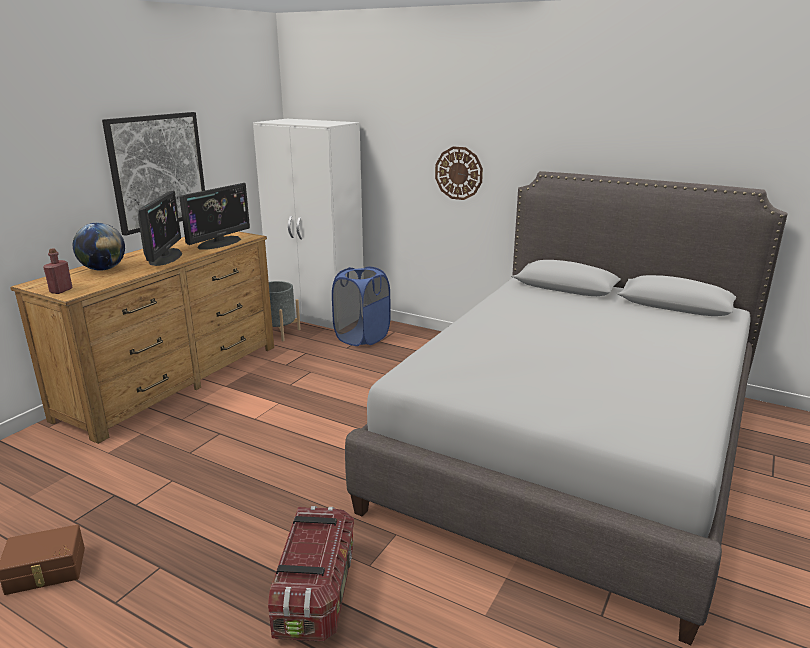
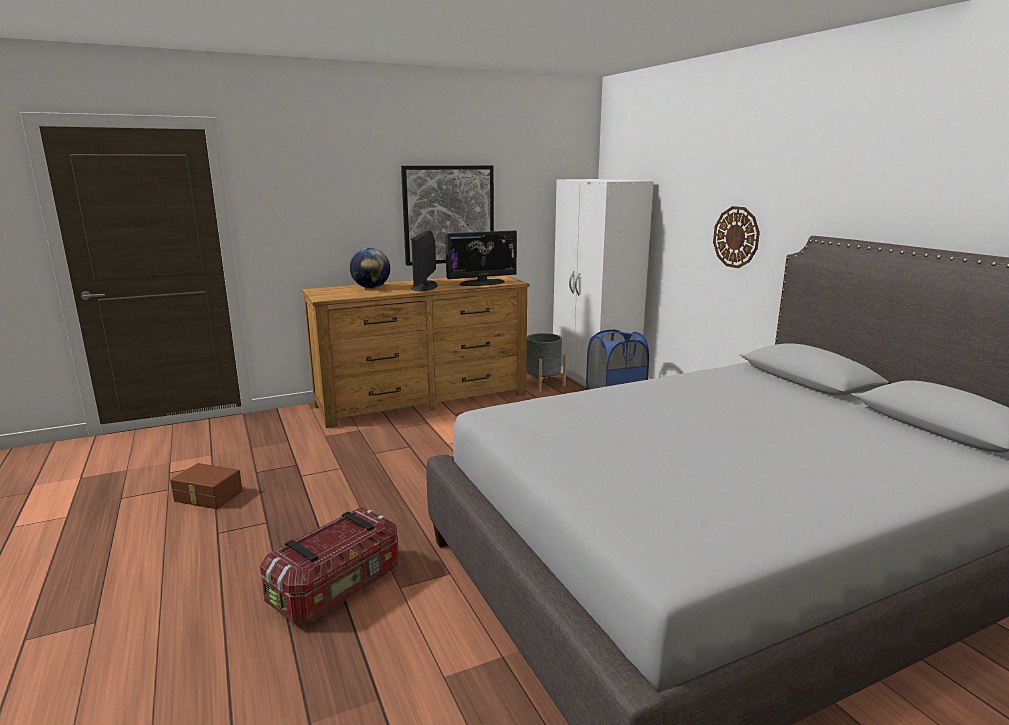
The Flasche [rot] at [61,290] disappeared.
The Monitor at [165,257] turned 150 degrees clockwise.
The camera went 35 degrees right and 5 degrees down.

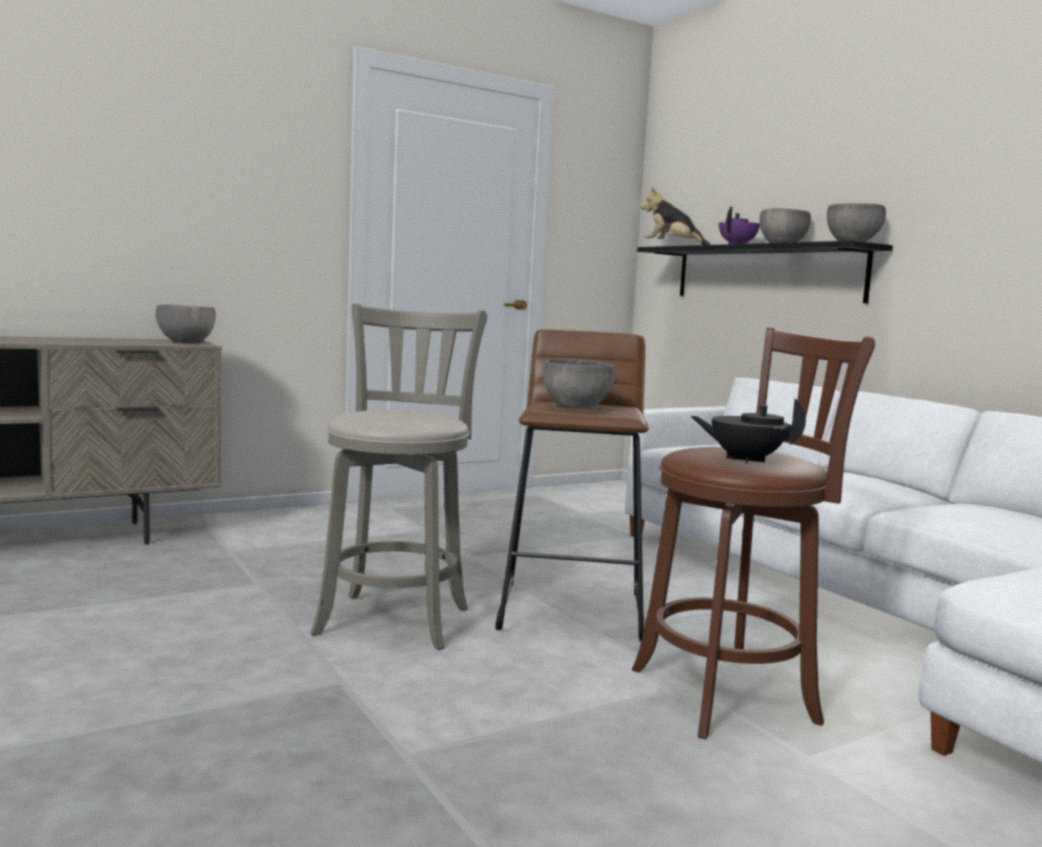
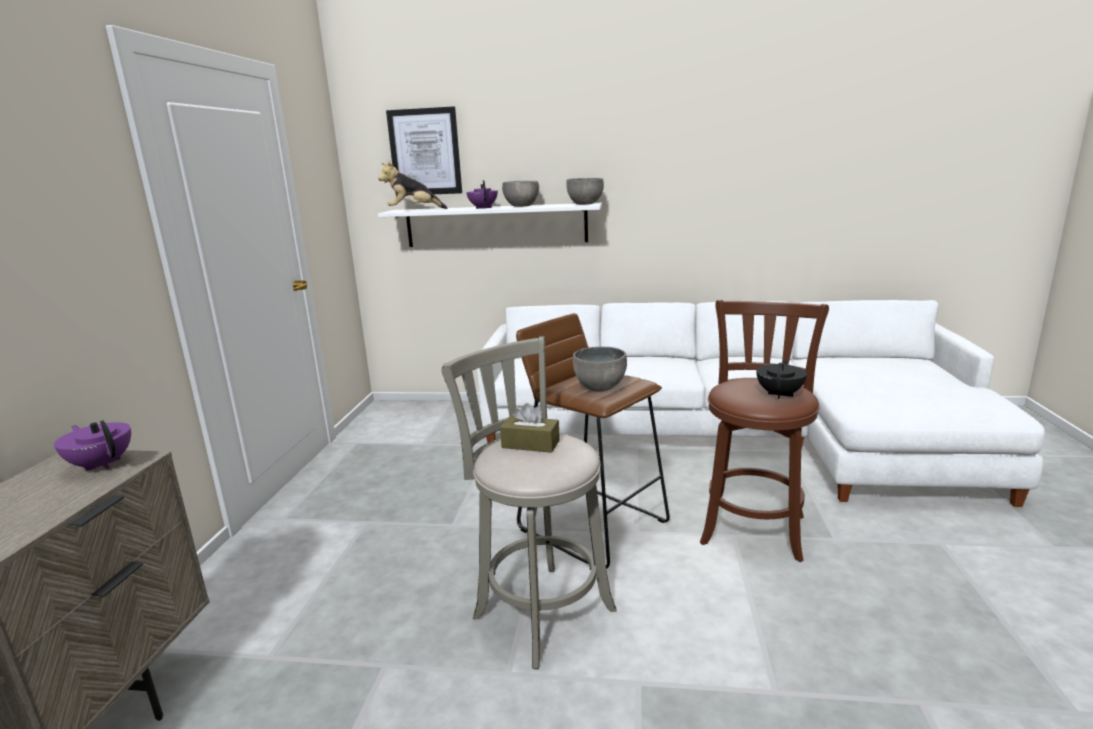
The Bild at [425,152] appeared.
The Taschentuchbox [braun] at [530,444] appeared.
The Schüssel [grau] at [187,342] was replaced by the Teekanne [lila] at [102,464].
The Wandregal [schwarz] at [765,273] became the Wandregal [weiß] at [496,225].
The Teekanne [schwarz] at [745,460] turned 150 degrees clockwise.
The camera went 50 degrees left and 10 degrees up.

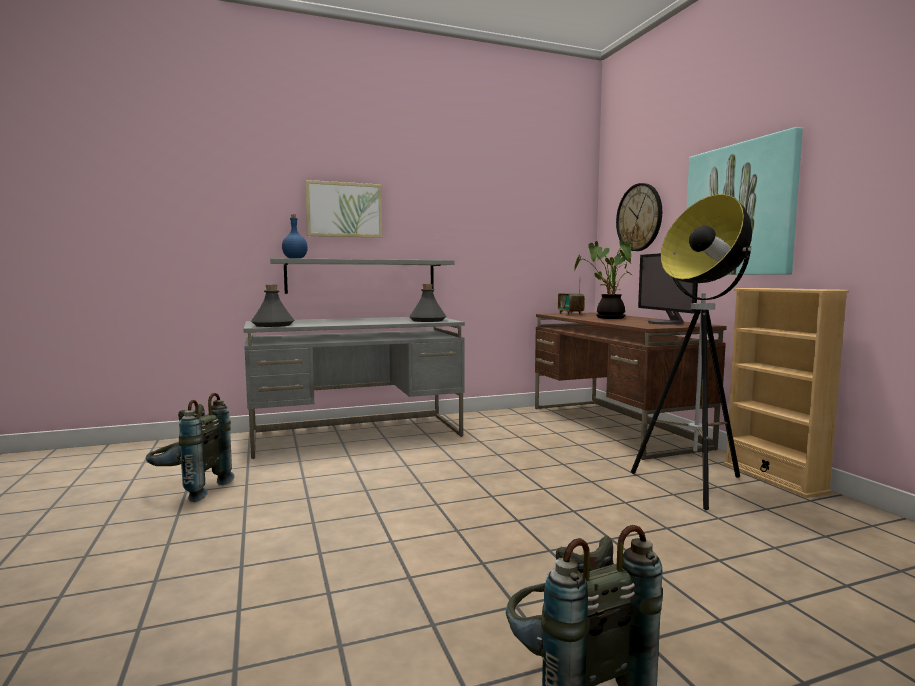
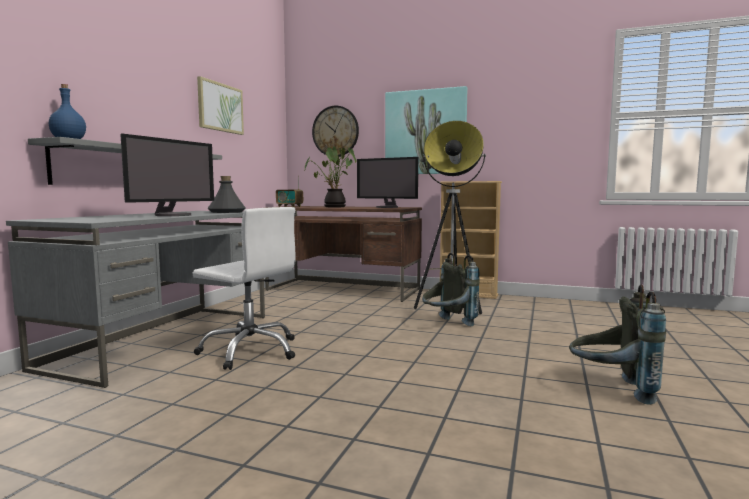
The Flasche [grau] at [273,325] disappeared.
The Monitor at [173,215] appeared.
The Bürostuhl [weiß] at [250,351] appeared.
The Rucksack [grau] moved from [189,490] to [447,325].
The Bild moved from [344,210] to [220,107].
The camera went 50 degrees left and 0 degrees up.

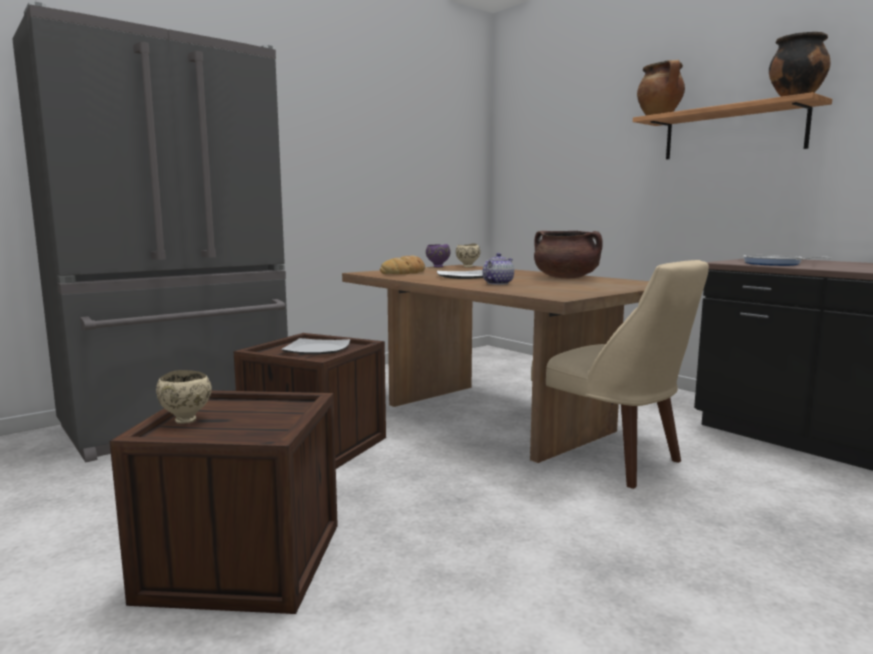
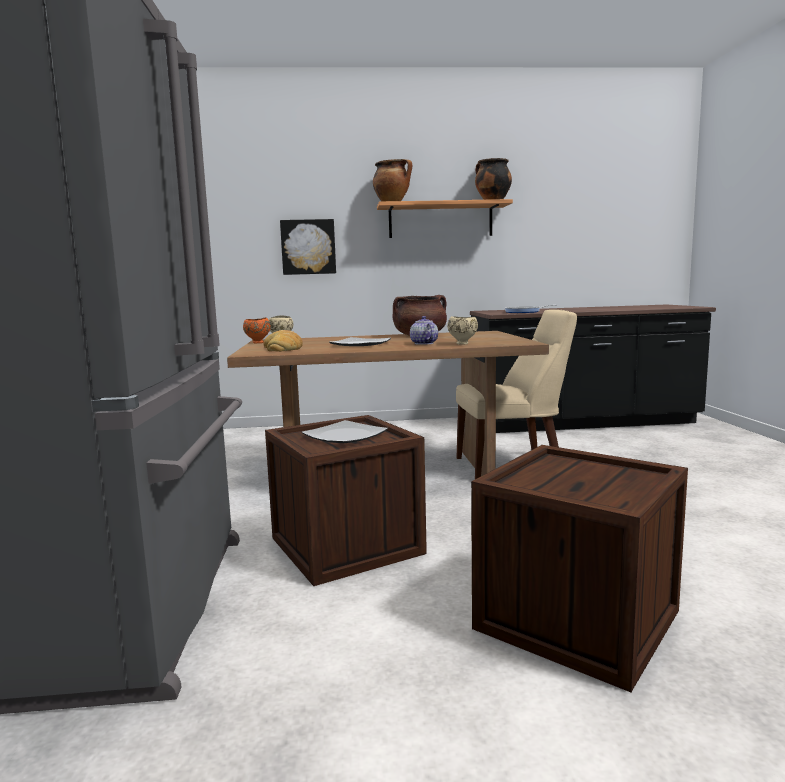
The Bild at [308,247] appeared.
The Schüssel [beige] moved from [187,420] to [463,343].
The Schüssel [lila] at [437,267] became the Schüssel [orange] at [257,343].
The camera went 55 degrees left and 0 degrees up.

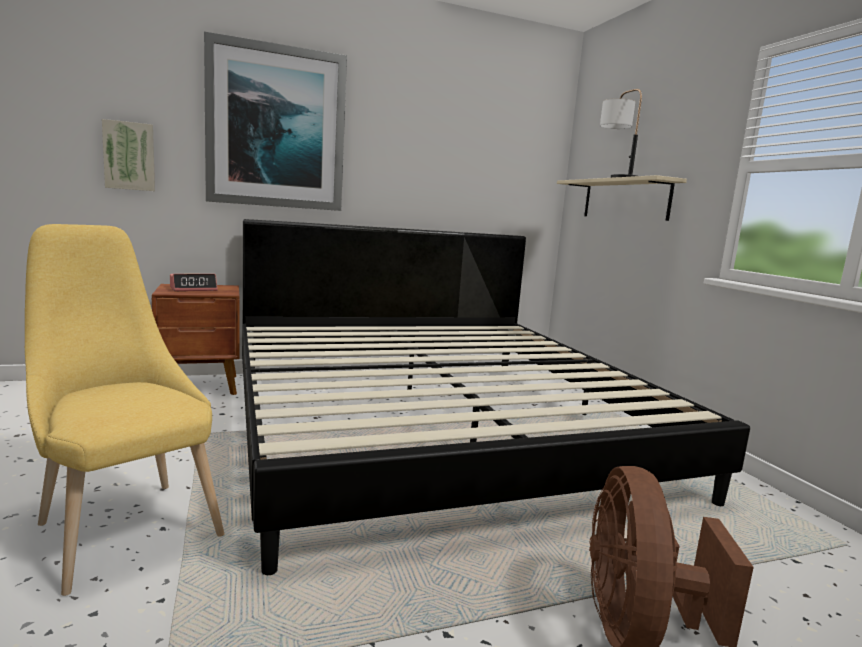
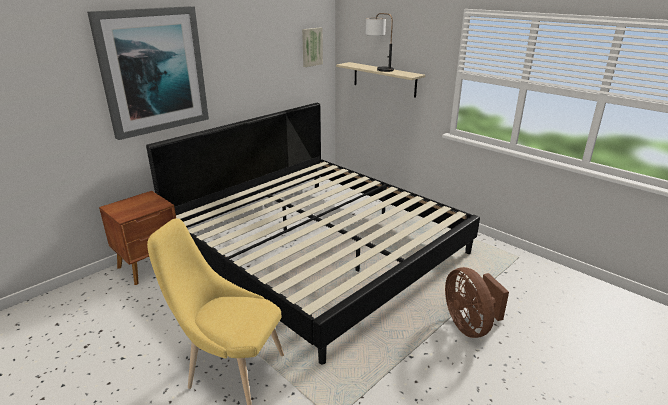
The Wecker at [193,289] disappeared.
The Bild moved from [129,156] to [311,47].
The camera went 25 degrees left and 15 degrees up.

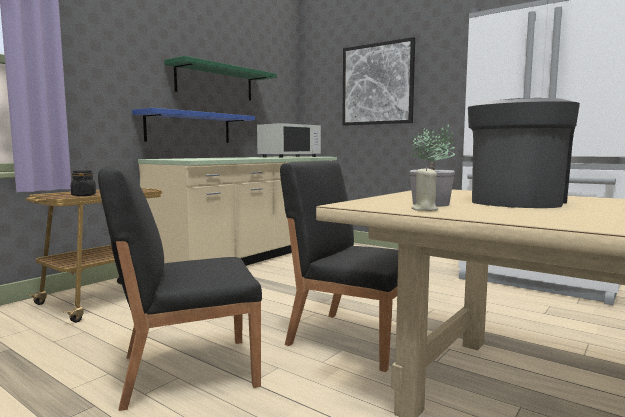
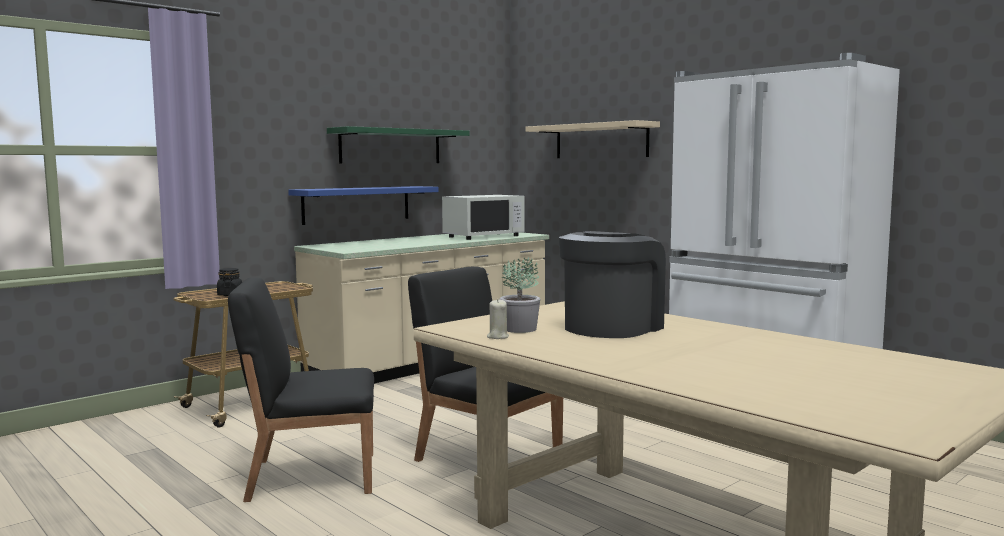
The Bild at [377,84] was replaced by the Wandregal [beige] at [601,141].
The camera went 10 degrees right and 0 degrees up.

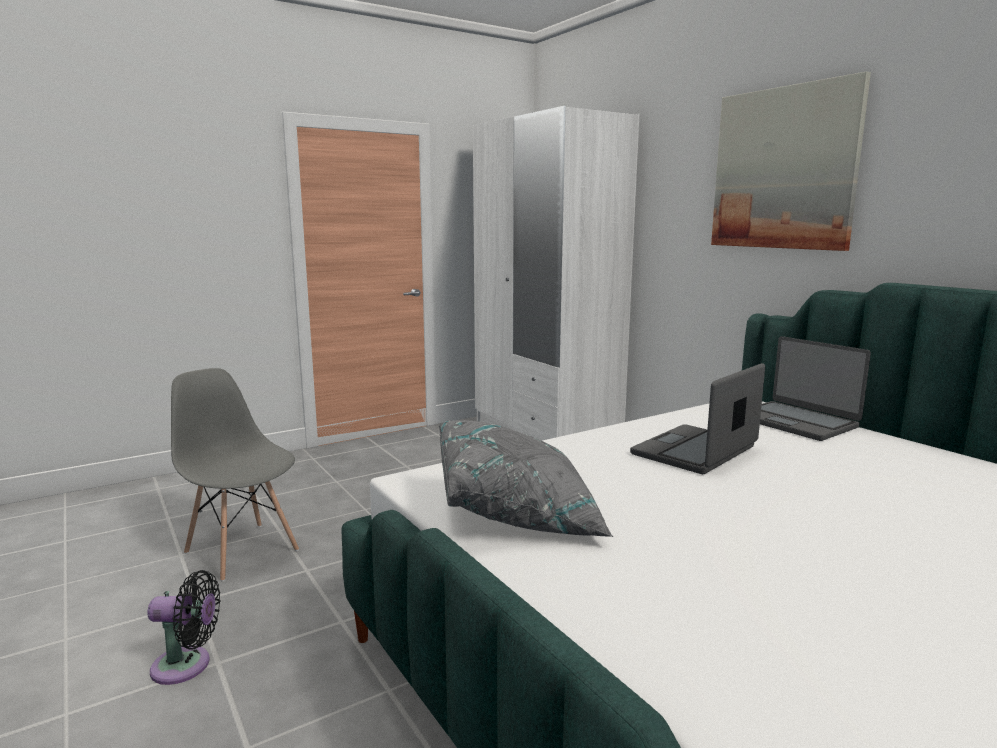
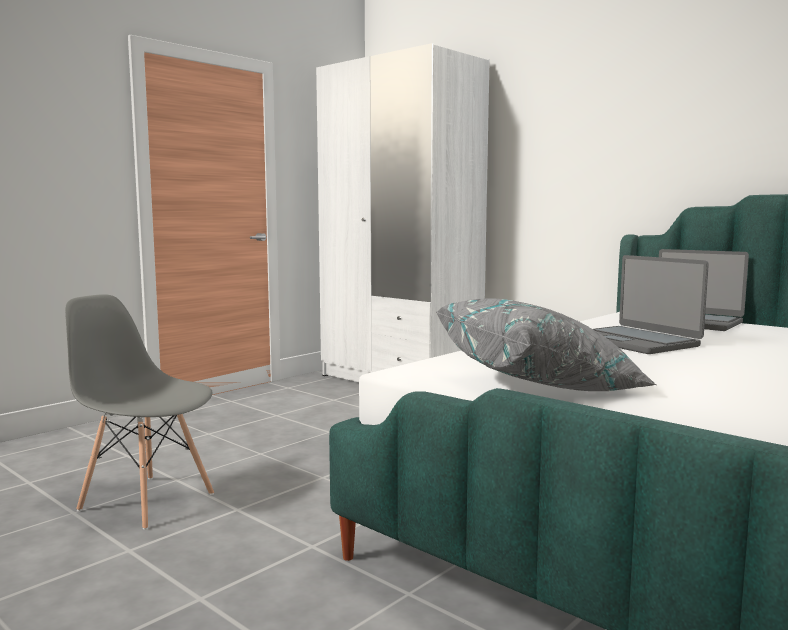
The Ventilator [schwarz] at [187,666] disappeared.
The Bild at [784,169] disappeared.
The Laptop at [695,451] turned 60 degrees counterclockwise.
The camera went 15 degrees left and 5 degrees down.

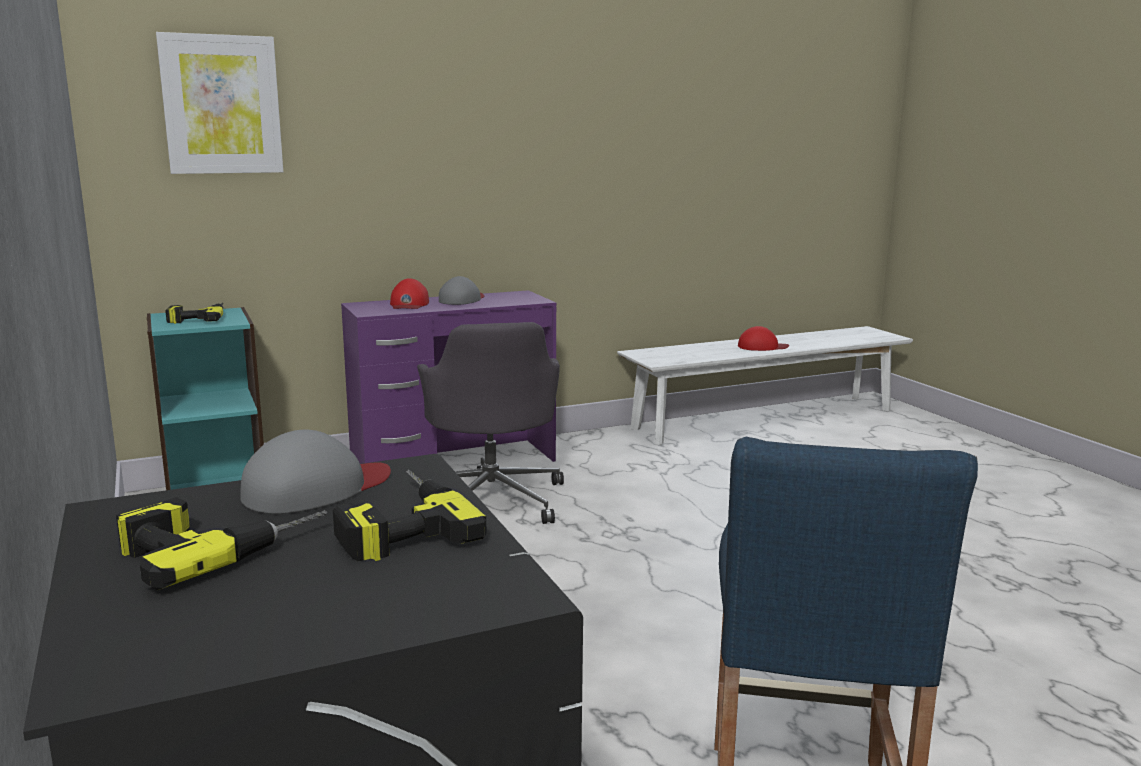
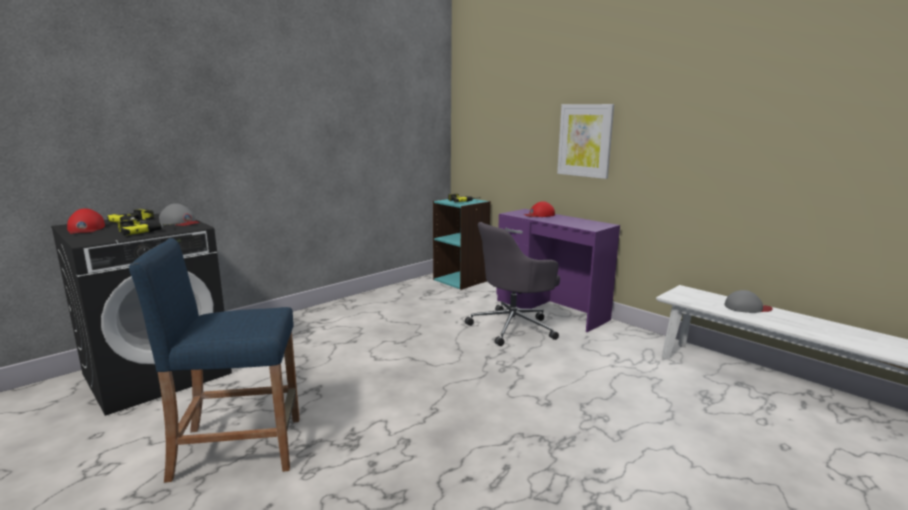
The Bild moved from [221,105] to [585,140].
The Kappe [grau] moved from [462,299] to [747,307].
The Kappe [rot] moved from [762,347] to [86,229].
The camera went 70 degrees right and 0 degrees up.

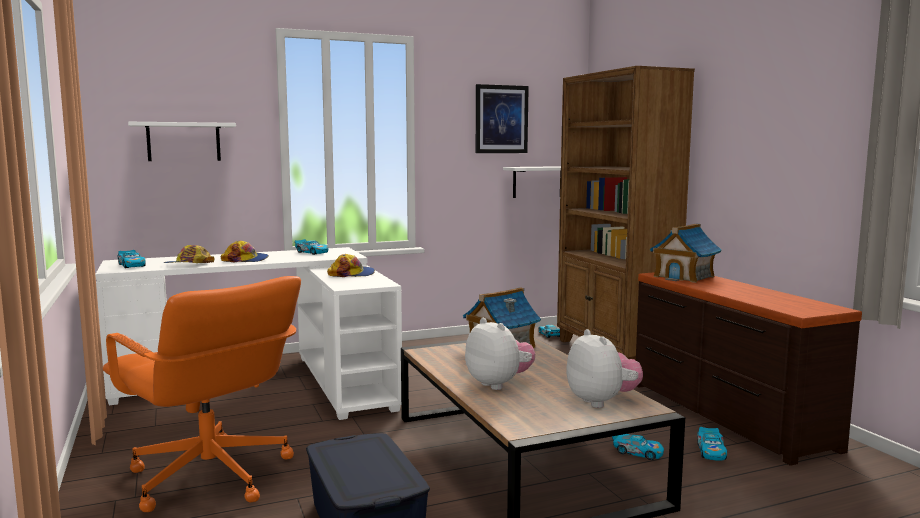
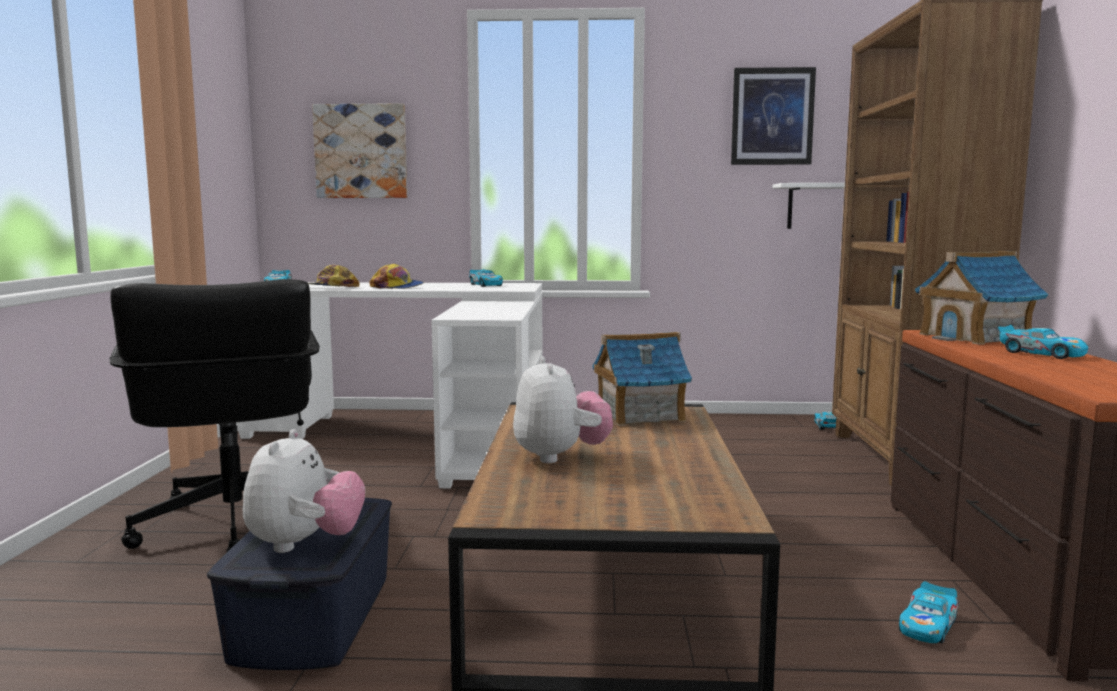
The Kappe at [352,274] disappeared.
The Plüschtier moved from [602,402] to [304,544].
The Spielzeugauto moved from [637,452] to [1041,353].
The Wandregal [weiß] at [183,142] was replaced by the Bild at [361,151].
The Bürostuhl [orange] at [210,477] became the Bürostuhl [schwarz] at [232,525].
The camera went 25 degrees right and 0 degrees up.

